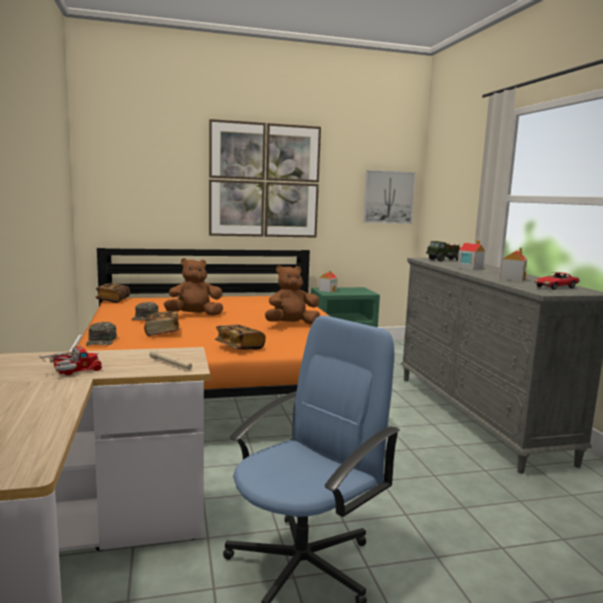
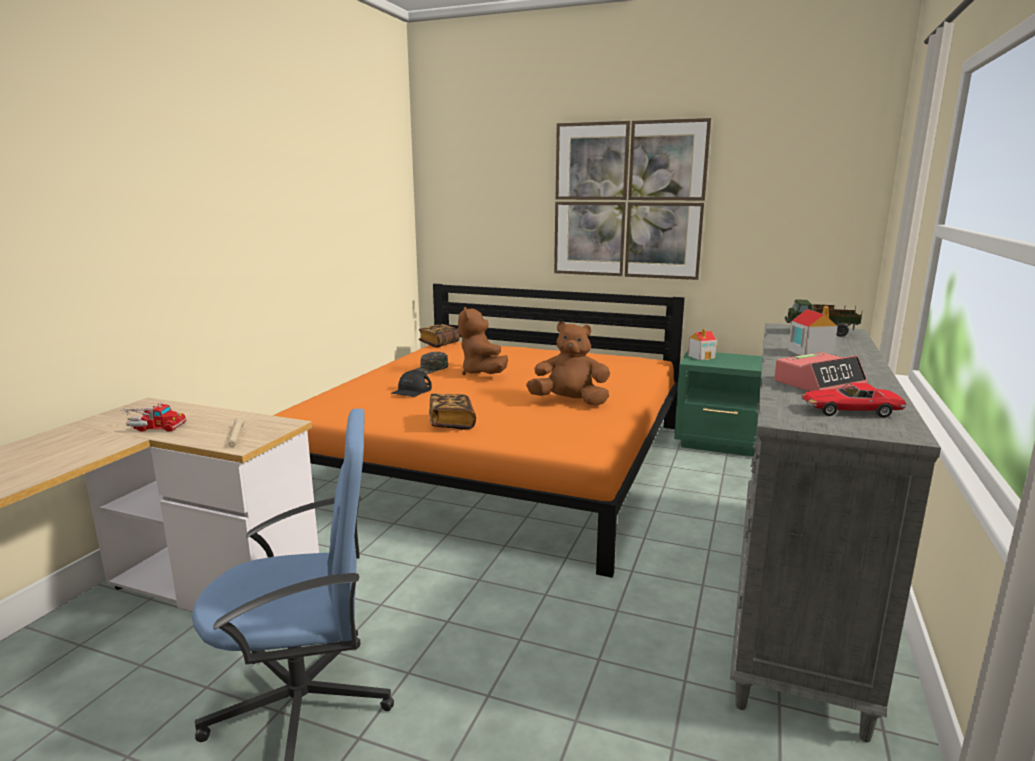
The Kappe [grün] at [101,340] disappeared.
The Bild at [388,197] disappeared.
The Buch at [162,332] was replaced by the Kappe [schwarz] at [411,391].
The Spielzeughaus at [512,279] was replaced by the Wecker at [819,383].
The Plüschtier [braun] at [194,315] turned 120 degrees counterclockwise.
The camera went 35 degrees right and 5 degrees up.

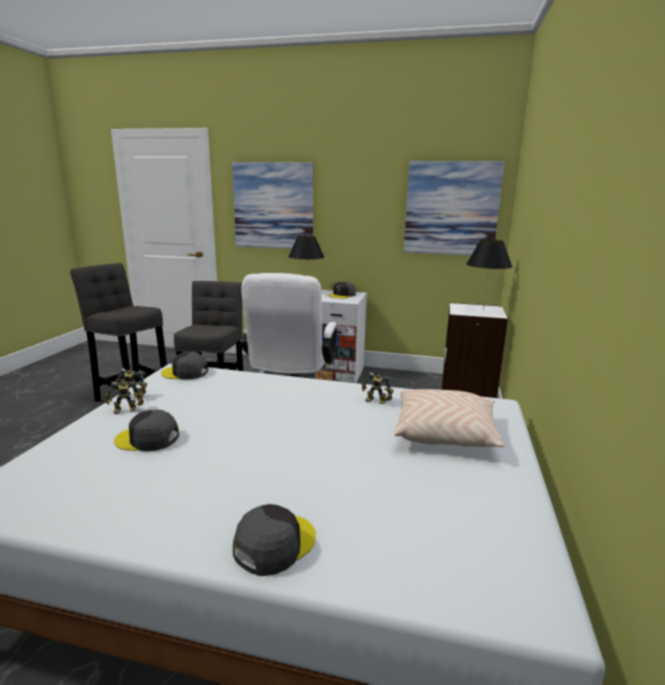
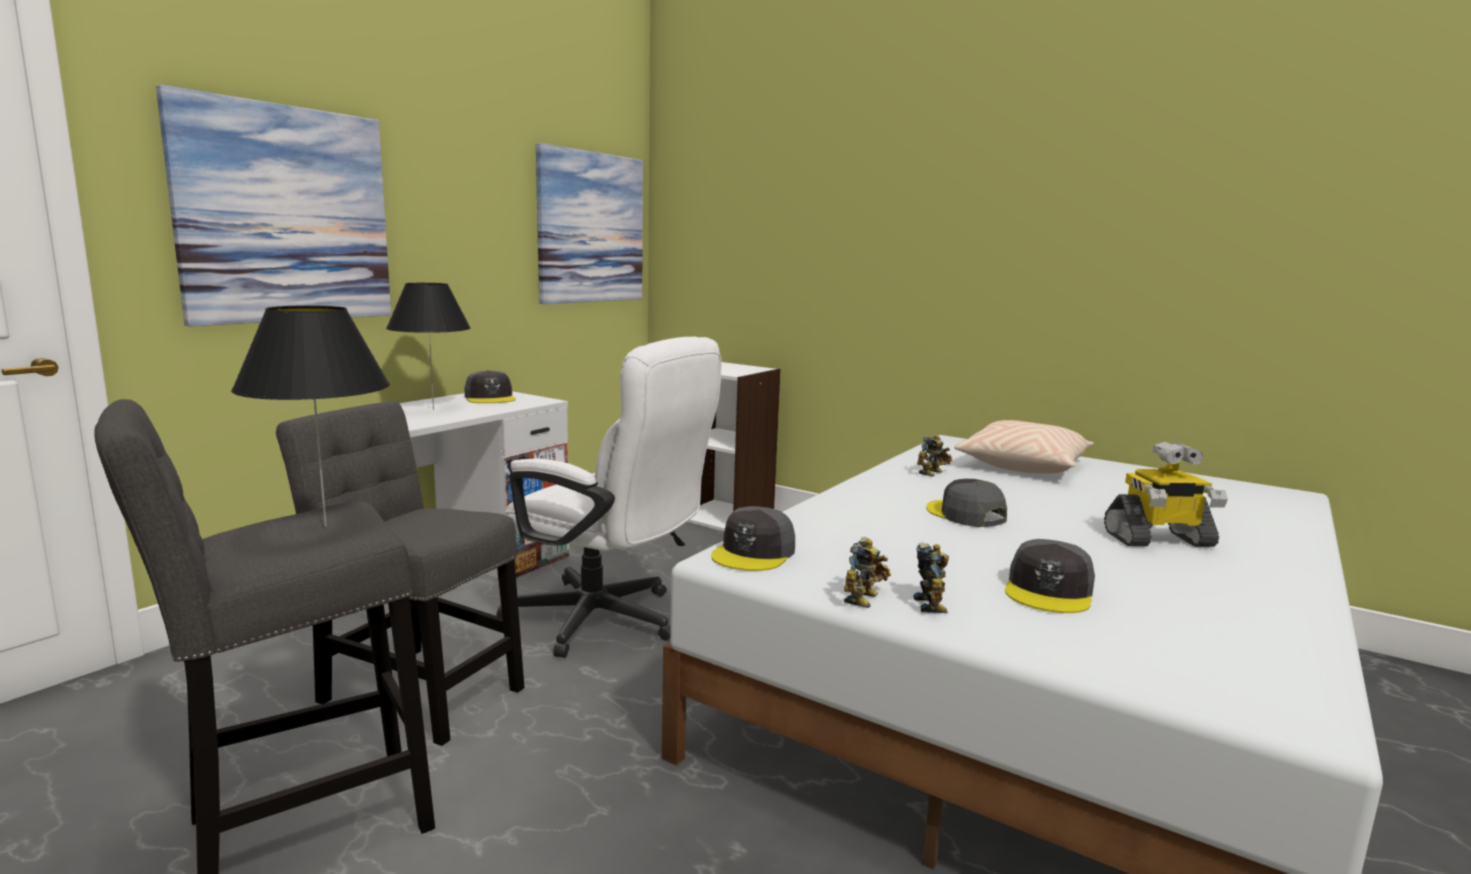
The Spielzeugroboter at [1158,540] appeared.
The Kappe [grau] moved from [274,544] to [965,514].
The Tischlampe [schwarz] moved from [483,310] to [326,526].
The camera went 70 degrees left and 5 degrees down.

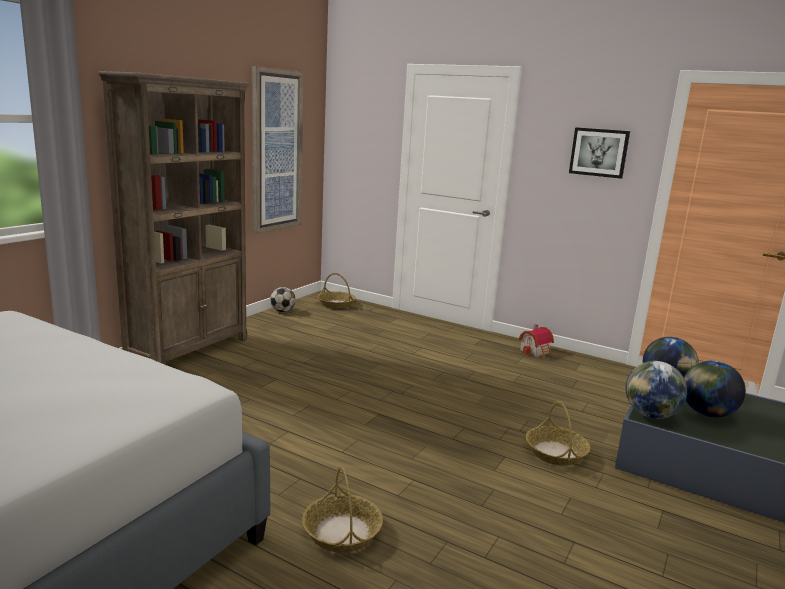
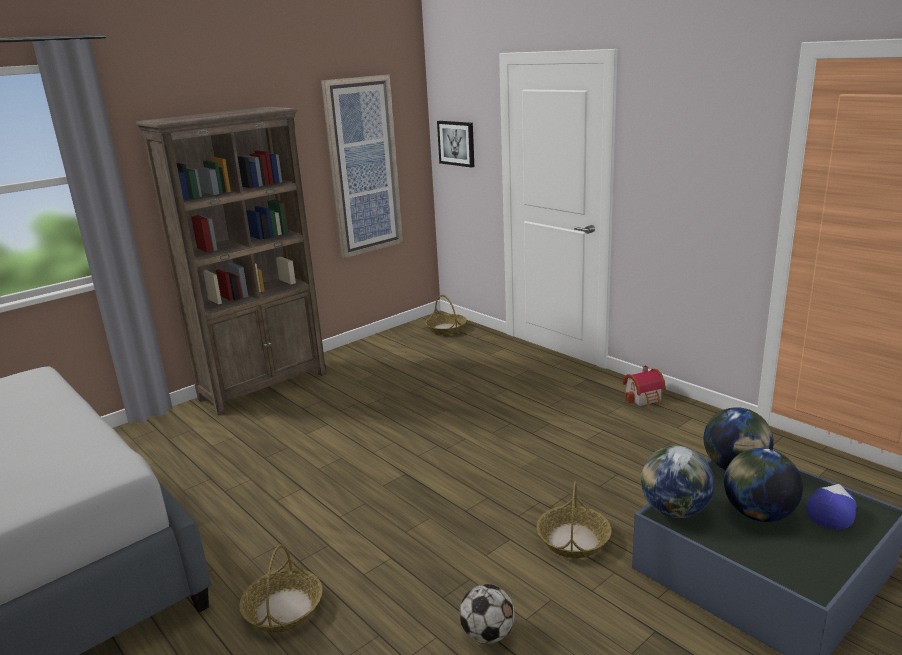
The Kappe at [832,511] appeared.
The Fußball moved from [282,311] to [487,634].
The Bild moved from [599,152] to [456,143].
The camera went 20 degrees right and 5 degrees up.

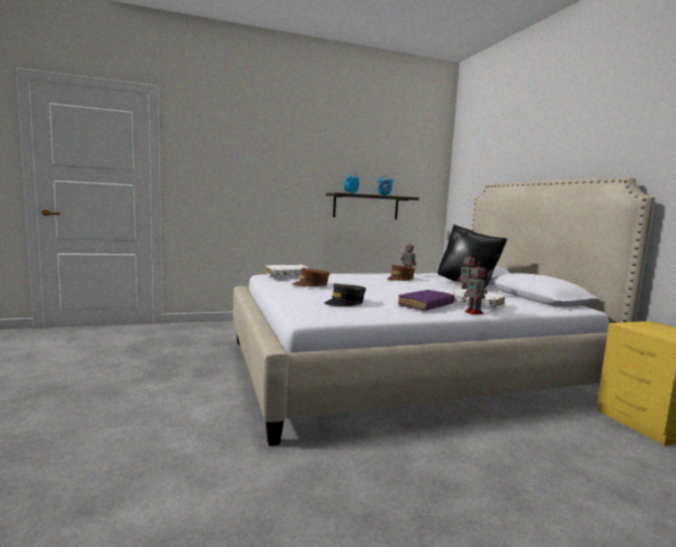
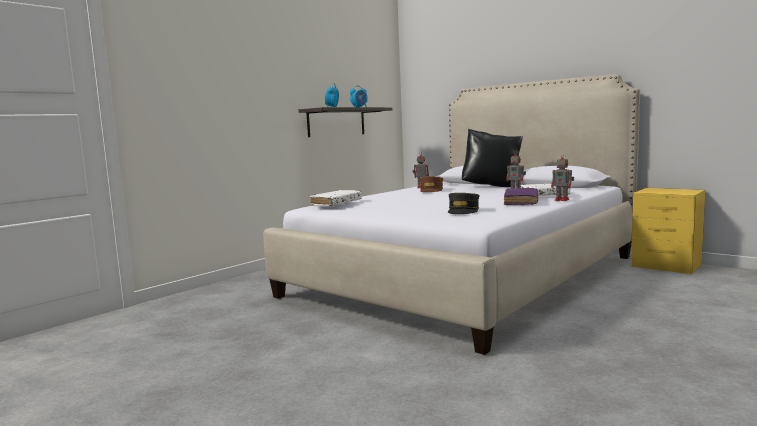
The Kappe [braun] at [311,284] disappeared.
The camera went 30 degrees left and 0 degrees up.

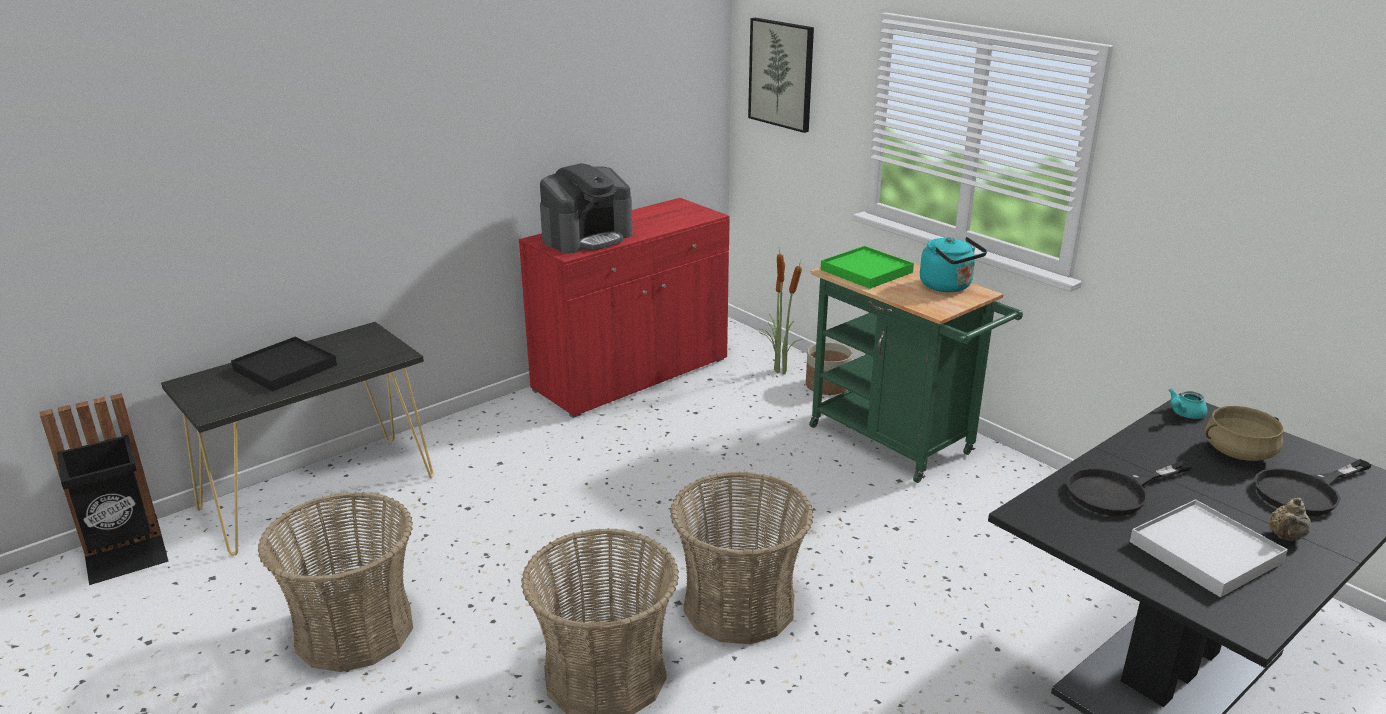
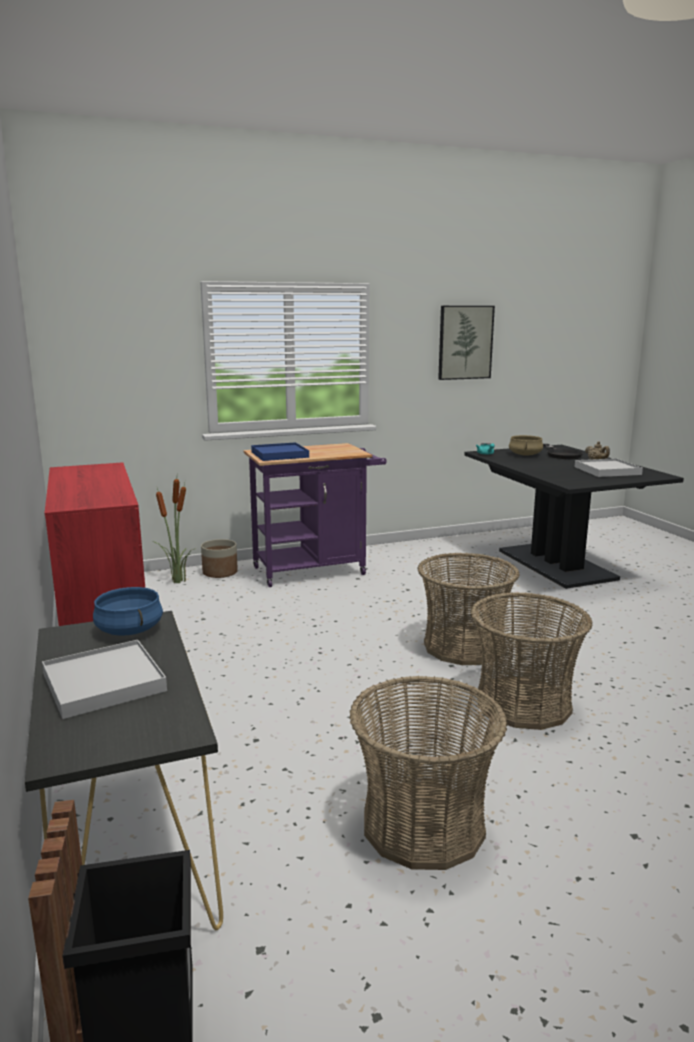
The Kaffeemaschine at [587,237] disappeared.
The Wasserkessel [türkis] at [948,287] disappeared.
The Pfanne [schwarz] at [1117,492] disappeared.
The Kochtopf [blau] at [130,630] appeared.
The Bild moved from [782,74] to [465,342].
The Tablett [schwarz] at [285,368] became the Tablett [weiß] at [103,683].
The Rollwagen [grün] at [898,443] became the Rollwagen [lila] at [316,570].
The Tablett [grün] at [866,271] became the Tablett [blau] at [280,455].
The camera went 70 degrees left and 10 degrees down.

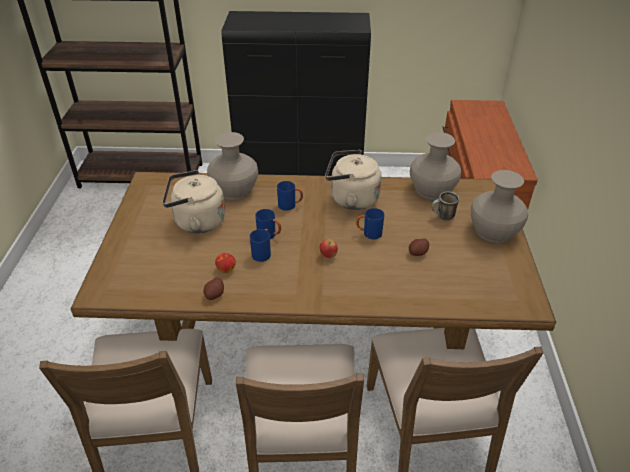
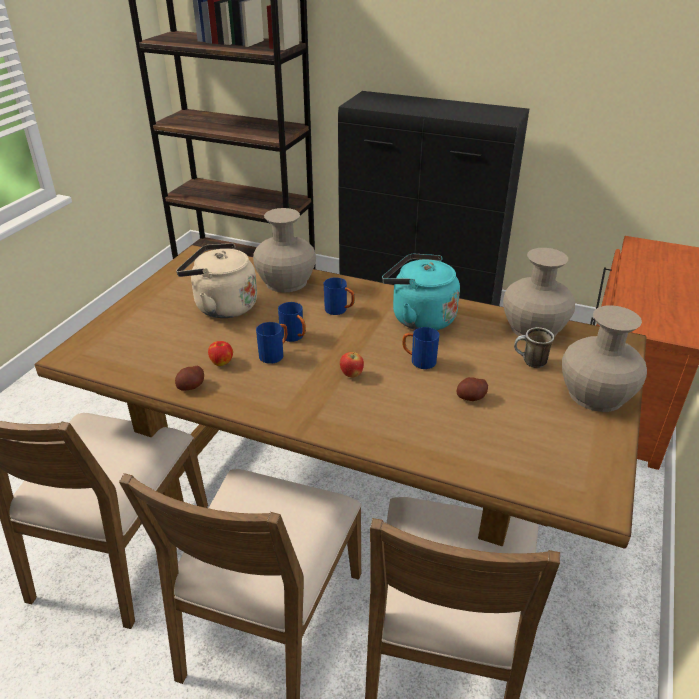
The Wasserkessel [beige] at [351,199] became the Wasserkessel [türkis] at [419,318].
The camera went 20 degrees right and 5 degrees down.

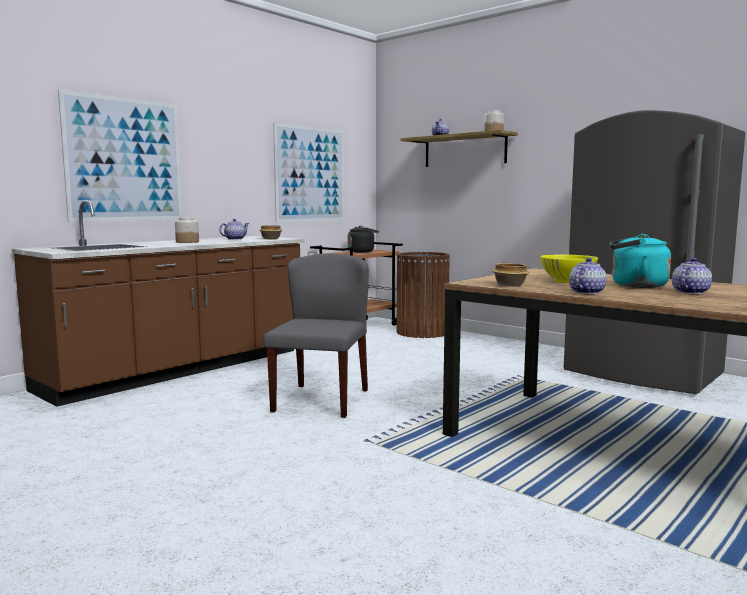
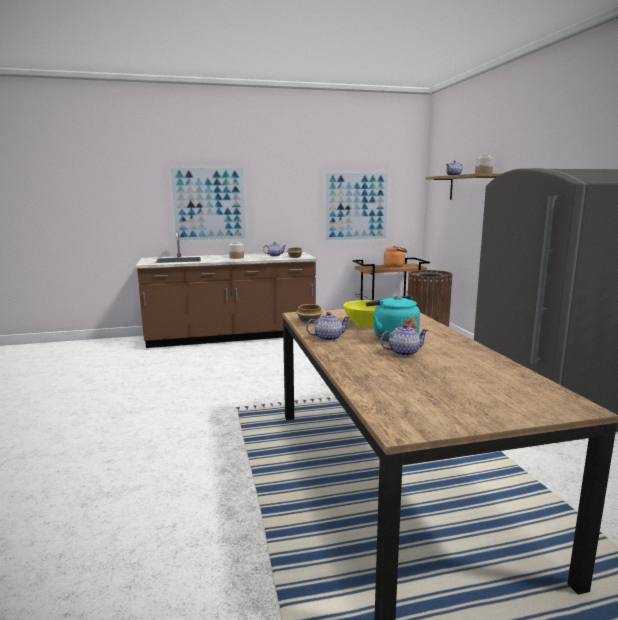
The Stuhl [grau] at [321,400] disappeared.
The Wasserkessel [schwarz] at [362,251] became the Wasserkessel [orange] at [395,266].
The camera went 35 degrees right and 5 degrees up.

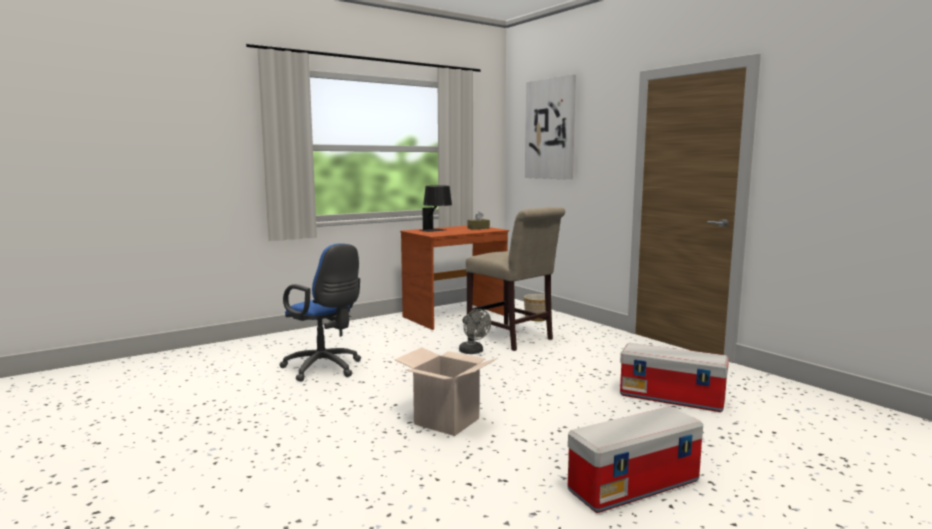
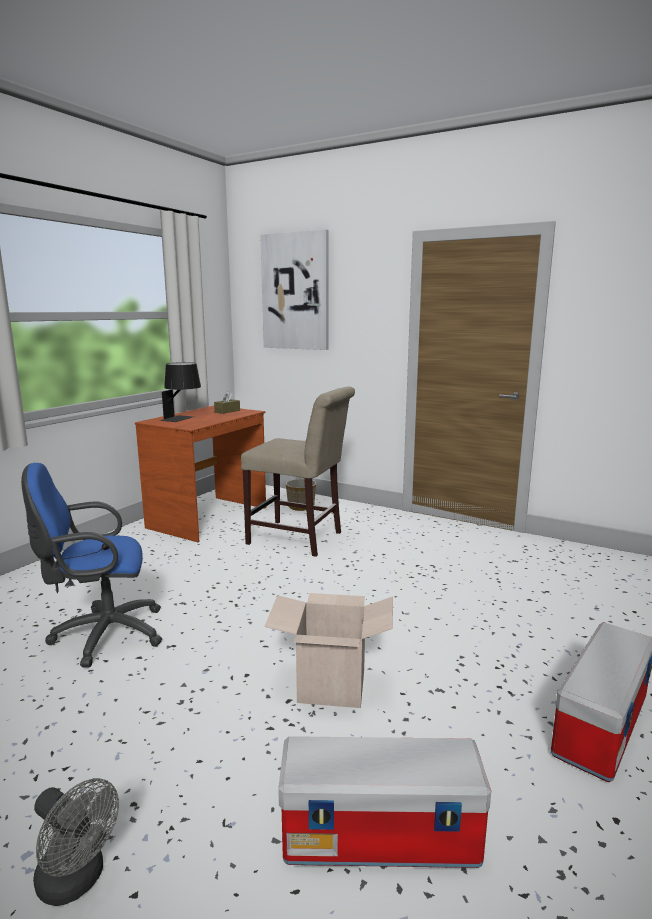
The Ventilator [grau] moved from [473,352] to [77,881].
The Aufbewahrungsbox moved from [672,398] to [382,836].
The Bürostuhl [blau] at [325,369] turned 150 degrees clockwise.
The camera went 25 degrees left and 5 degrees up.

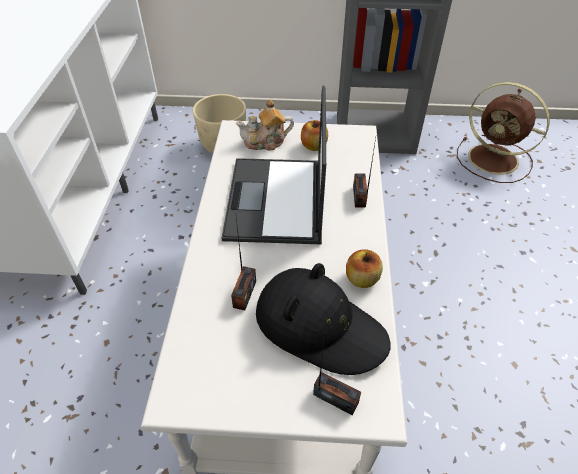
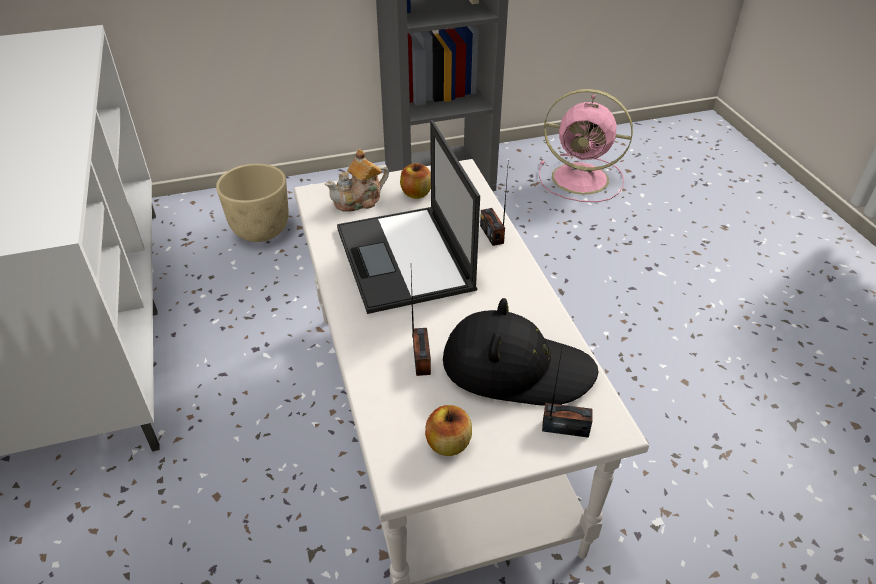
The Apfel moved from [362,279] to [448,444].
The Ventilator [braun] at [495,160] became the Ventilator [rosa] at [583,179].
The camera went 20 degrees left and 5 degrees down.

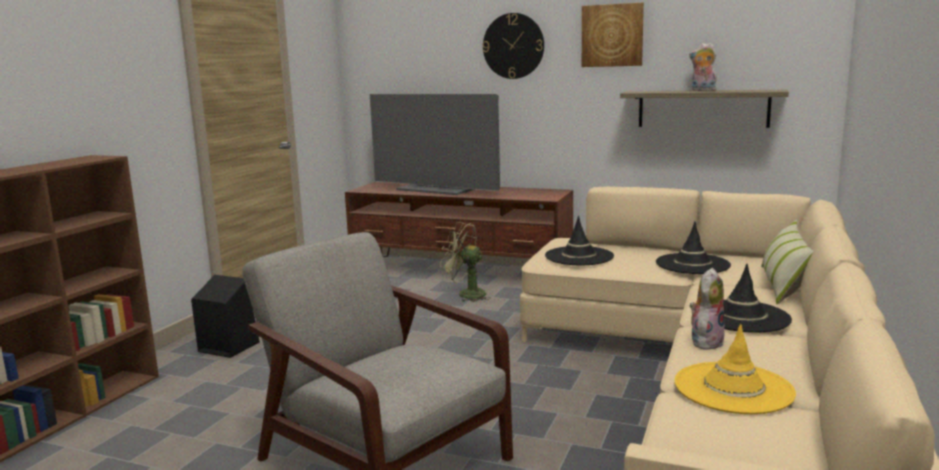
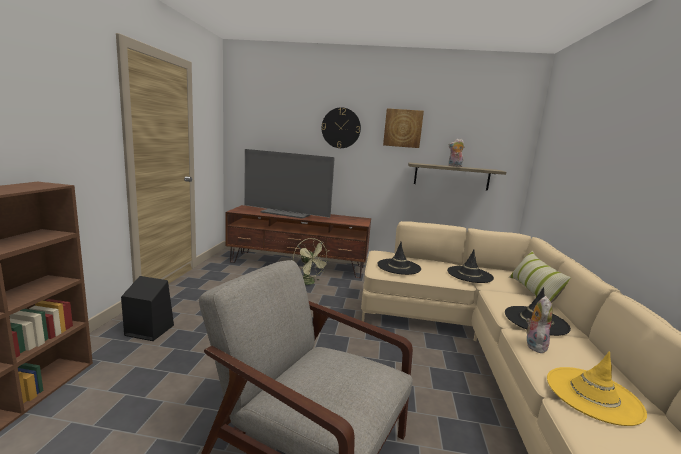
The Ventilator [grün] at [465,294] turned 135 degrees counterclockwise.
The camera went 15 degrees left and 0 degrees up.

